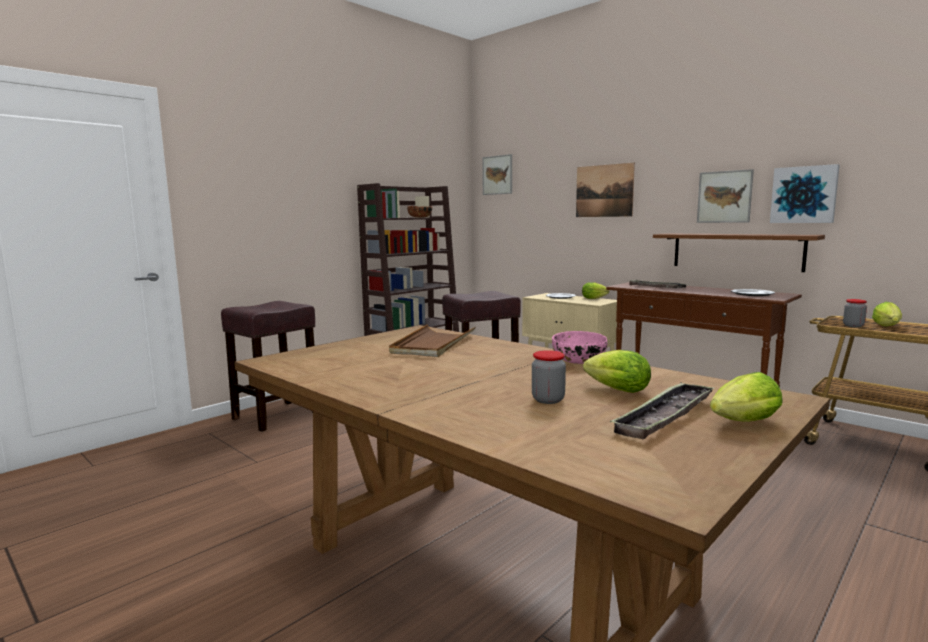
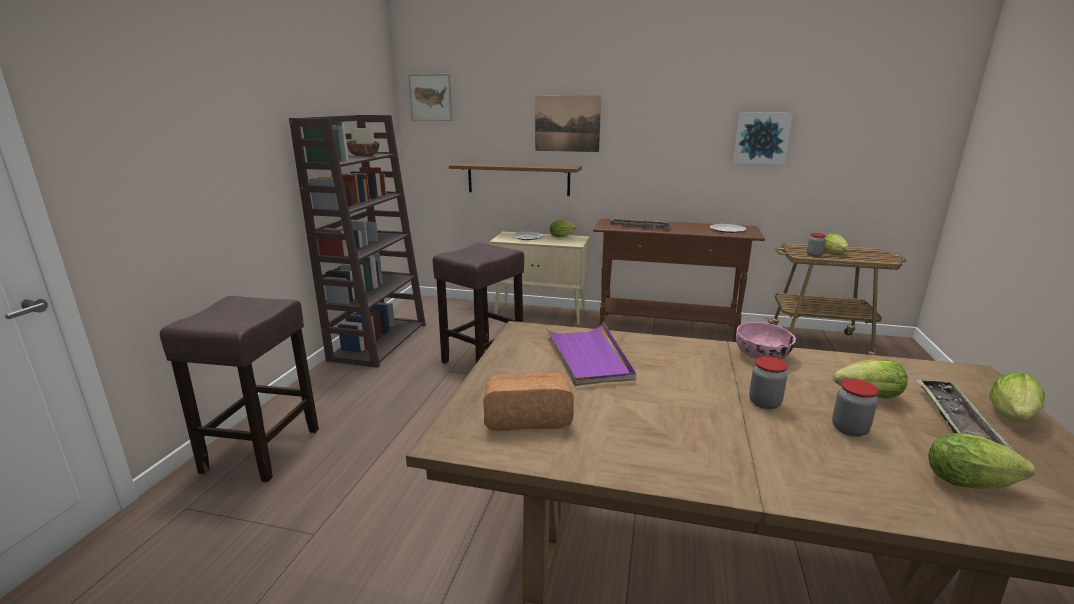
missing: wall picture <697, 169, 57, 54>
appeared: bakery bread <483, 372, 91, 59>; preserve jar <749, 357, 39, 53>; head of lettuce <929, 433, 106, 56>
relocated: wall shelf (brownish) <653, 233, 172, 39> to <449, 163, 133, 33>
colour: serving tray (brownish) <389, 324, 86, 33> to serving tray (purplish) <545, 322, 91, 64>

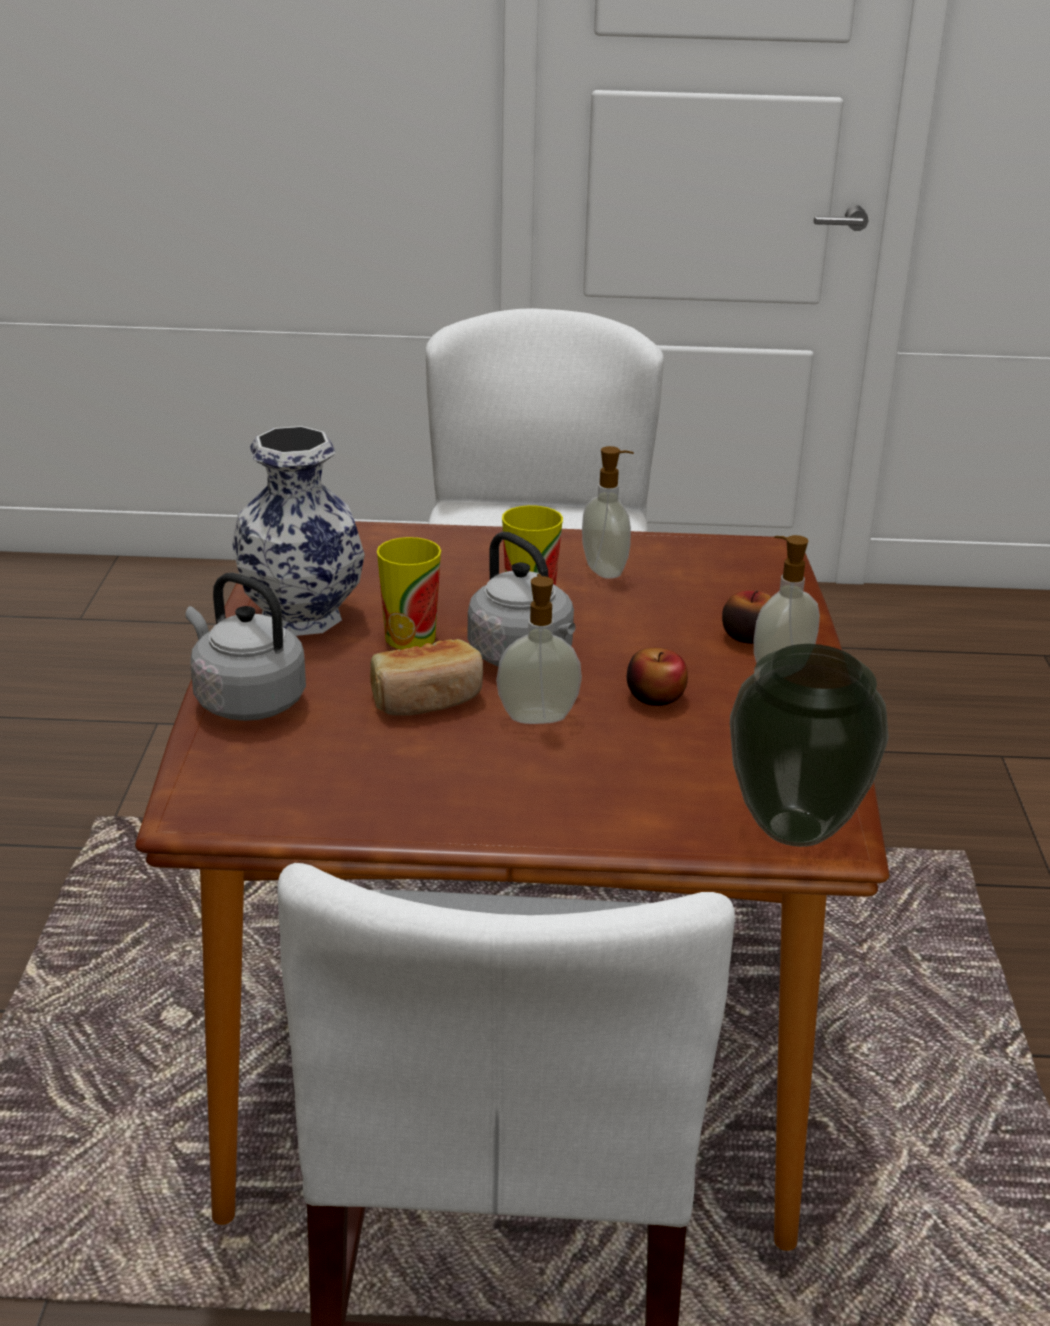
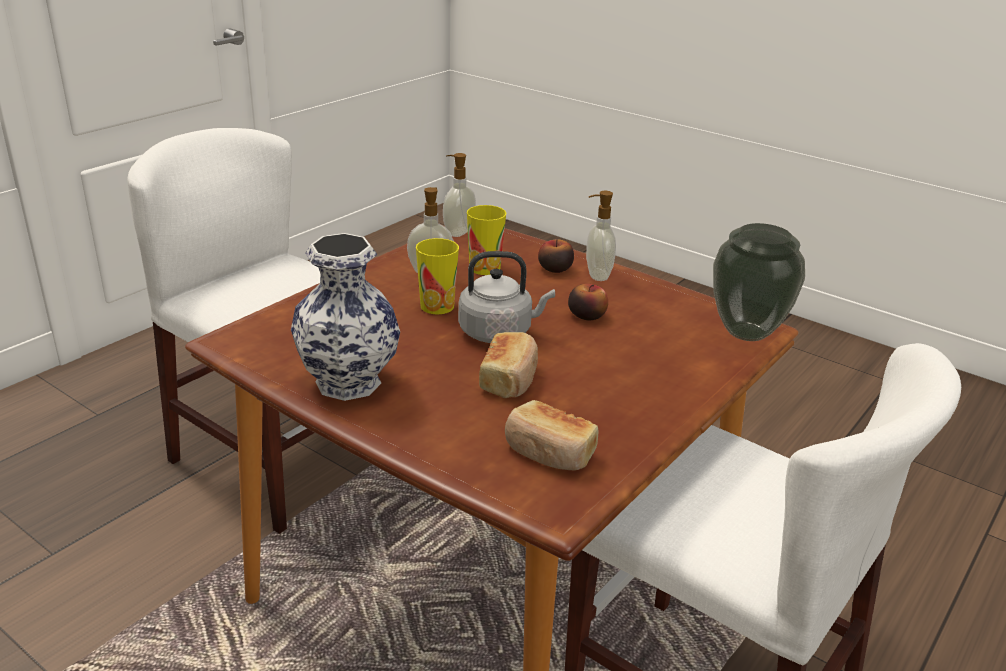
missing: tea kettle (greyish) <186, 573, 120, 148>
appeared: bakery bread <505, 400, 93, 70>
relocated: cup <377, 537, 64, 112> to <467, 205, 39, 70>; soap bottle <496, 574, 86, 150> to <443, 153, 33, 84>

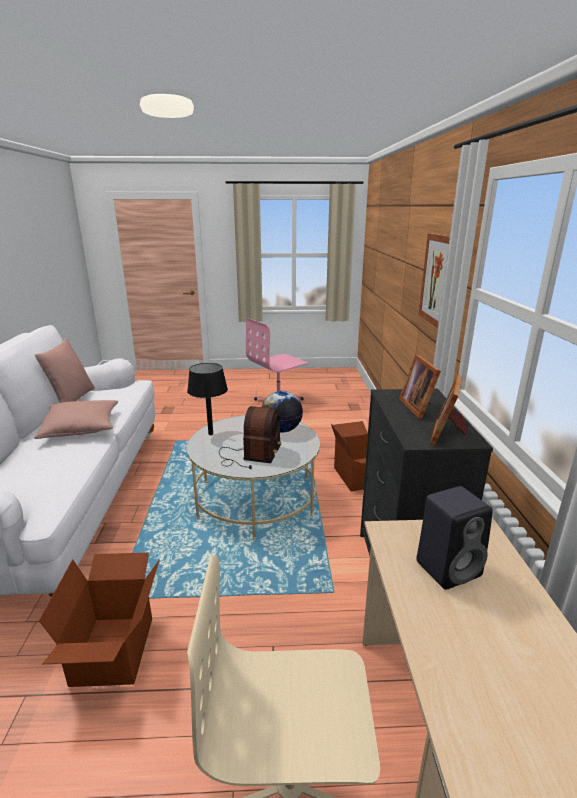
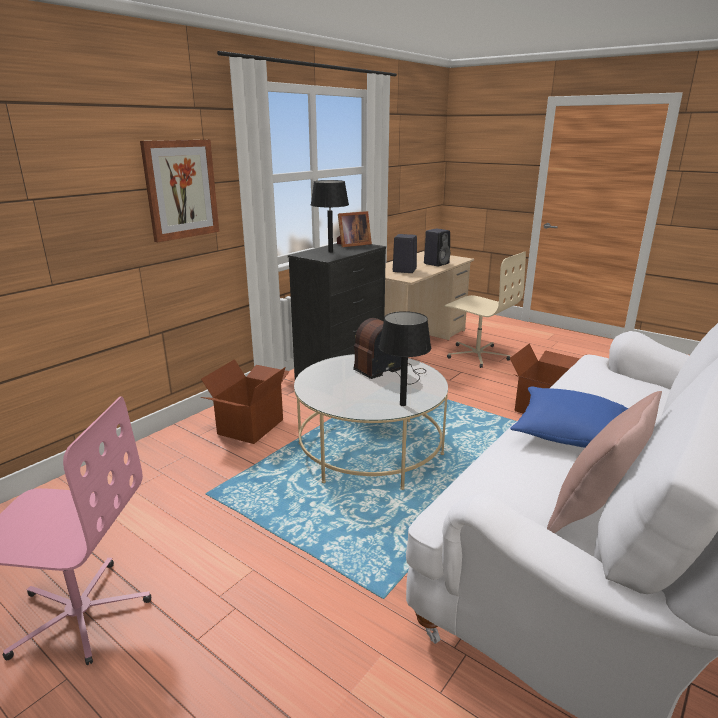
missing: desk globe <262, 391, 41, 42>
appeared: speaker (black) <424, 228, 26, 38>
exchanged: photo frame <399, 354, 42, 65> to tabletop lamp (black) <311, 180, 38, 73>
colour: cushion (pink) <34, 400, 84, 39> to cushion (bluish) <510, 387, 118, 61>

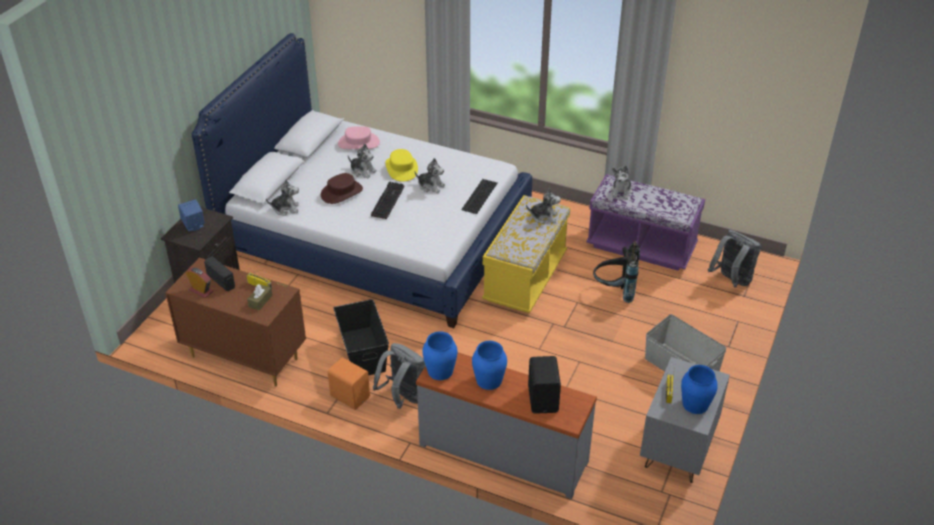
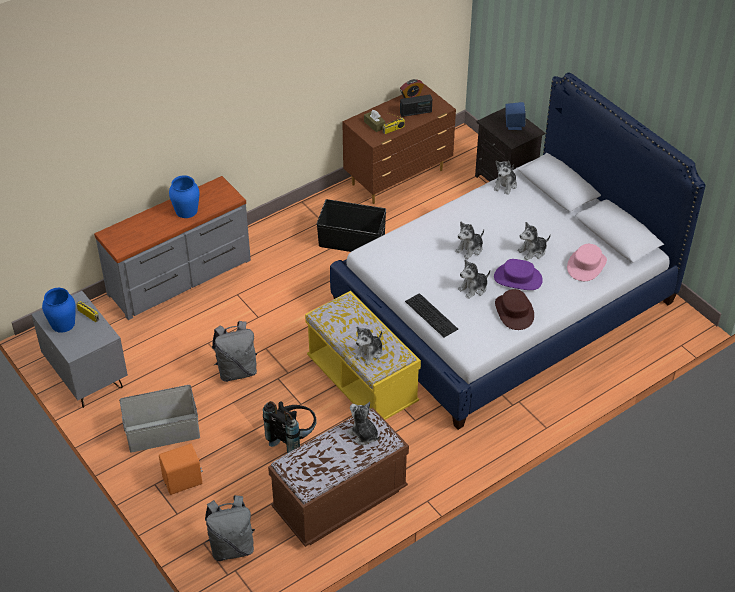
missing: flower vase (bluish) <422, 331, 36, 49>; speaker (black) <528, 356, 33, 58>
relocated: clothing hat (brownish) <321, 173, 42, 31> to <495, 289, 39, 41>; speaker (orange) <328, 358, 42, 52> to <159, 444, 44, 51>; backpack (greyish) <373, 343, 53, 66> to <212, 321, 45, 61>
exchanged: PC keyboard <371, 181, 33, 38> to cuddly toy <455, 221, 29, 38>
colour: clothing hat (yellowish) <385, 149, 33, 33> to clothing hat (purplish) <494, 259, 49, 31>; indoor bench (purplish) <586, 174, 119, 97> to indoor bench (brownish) <268, 408, 141, 139>

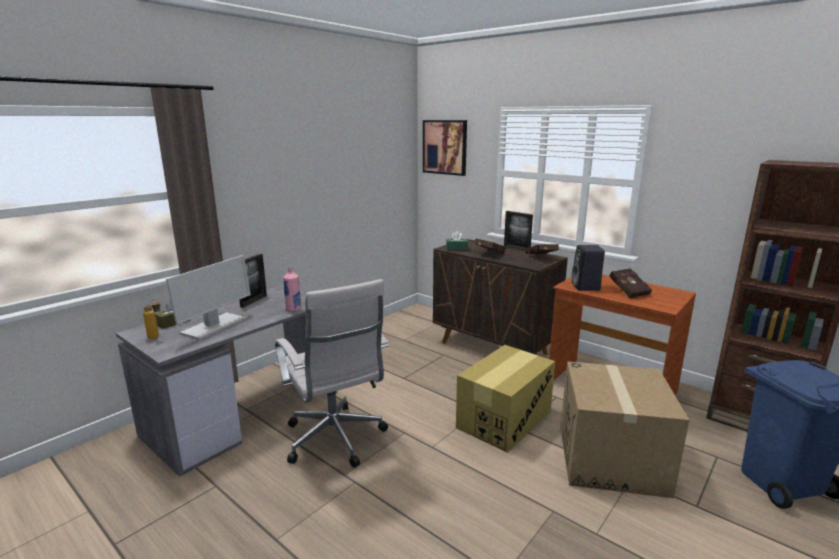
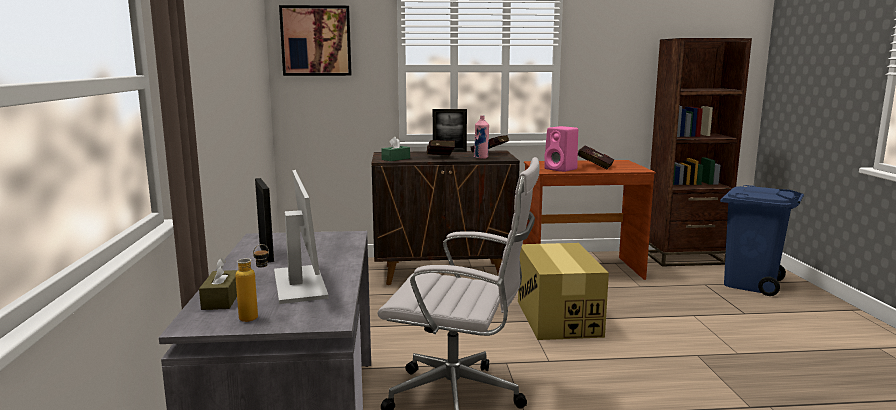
missing: packing box <560, 361, 129, 137>
relocated: beverage bottle (pink) <283, 267, 18, 45> to <474, 115, 15, 44>
colour: speaker (black) <572, 245, 33, 46> to speaker (pink) <544, 126, 34, 46>

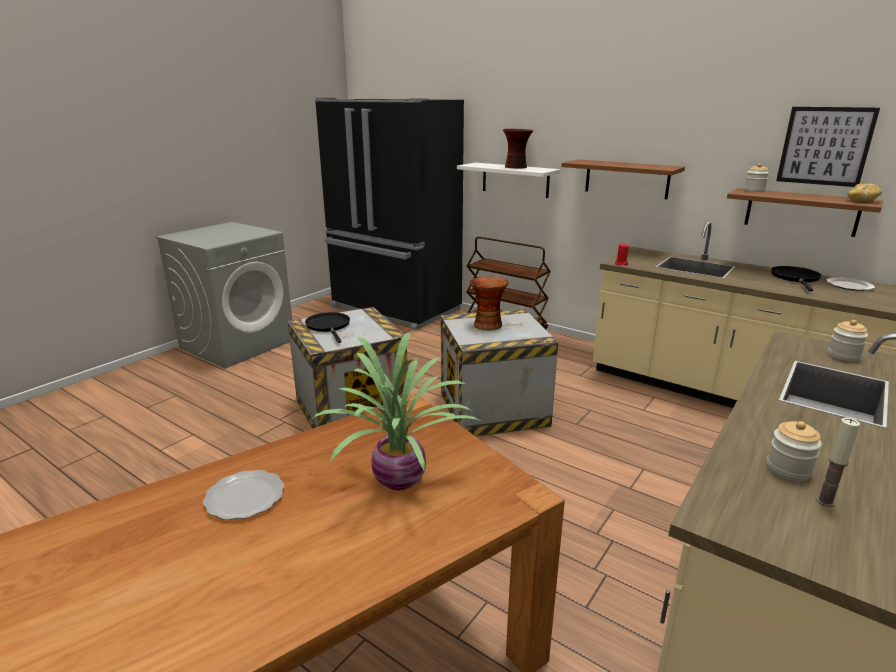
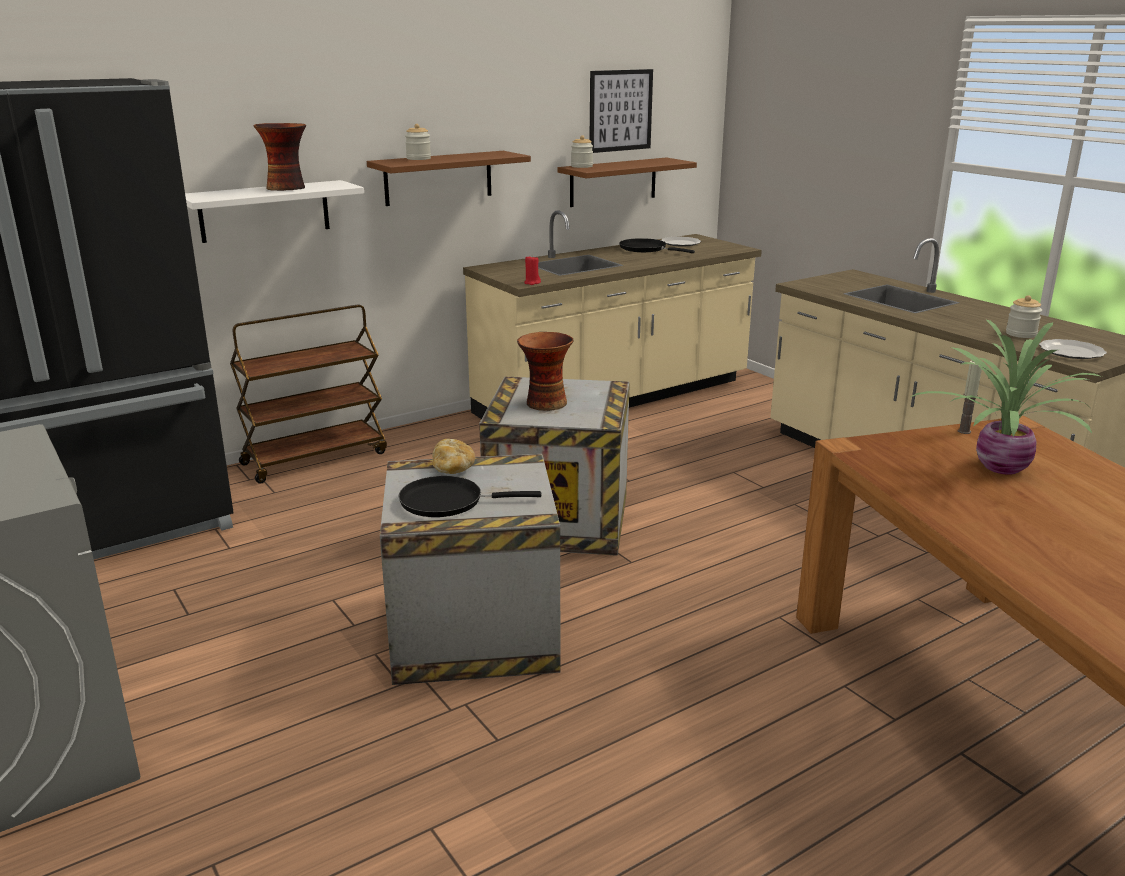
relocated: dinner plate <203, 470, 81, 50> to <1039, 339, 68, 20>; wax light <816, 418, 44, 89> to <958, 361, 24, 73>; preserve jar <828, 320, 40, 42> to <405, 124, 26, 36>; bakery bread <847, 183, 35, 19> to <432, 439, 43, 35>

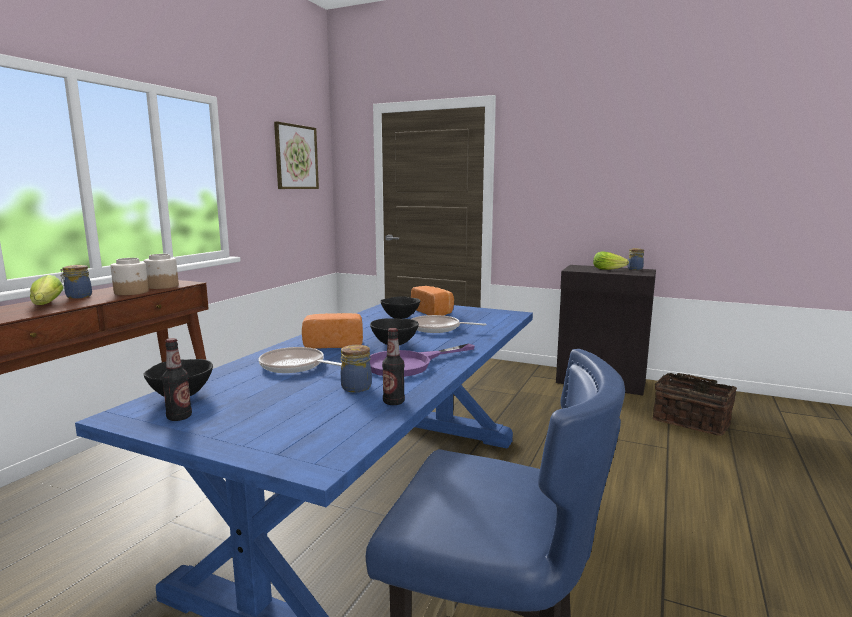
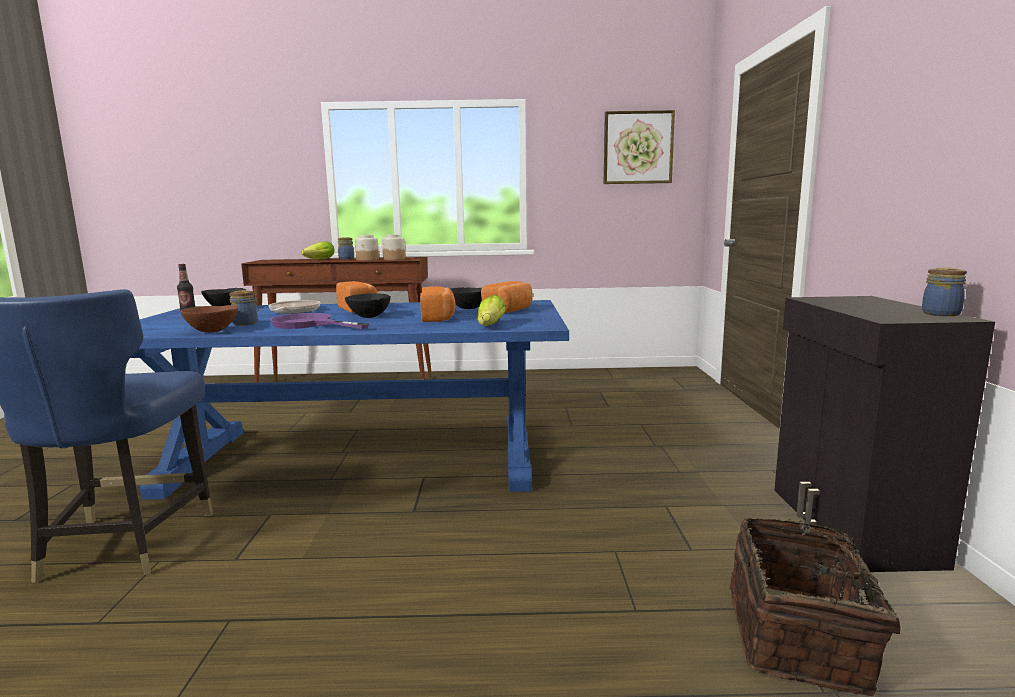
relocated: head of lettuce <593, 252, 36, 18> to <477, 295, 29, 31>
exchanged: beverage bottle <382, 328, 23, 77> to deep dish (brownish) <180, 305, 58, 27>; skillet <412, 315, 74, 18> to bakery bread <420, 286, 36, 36>

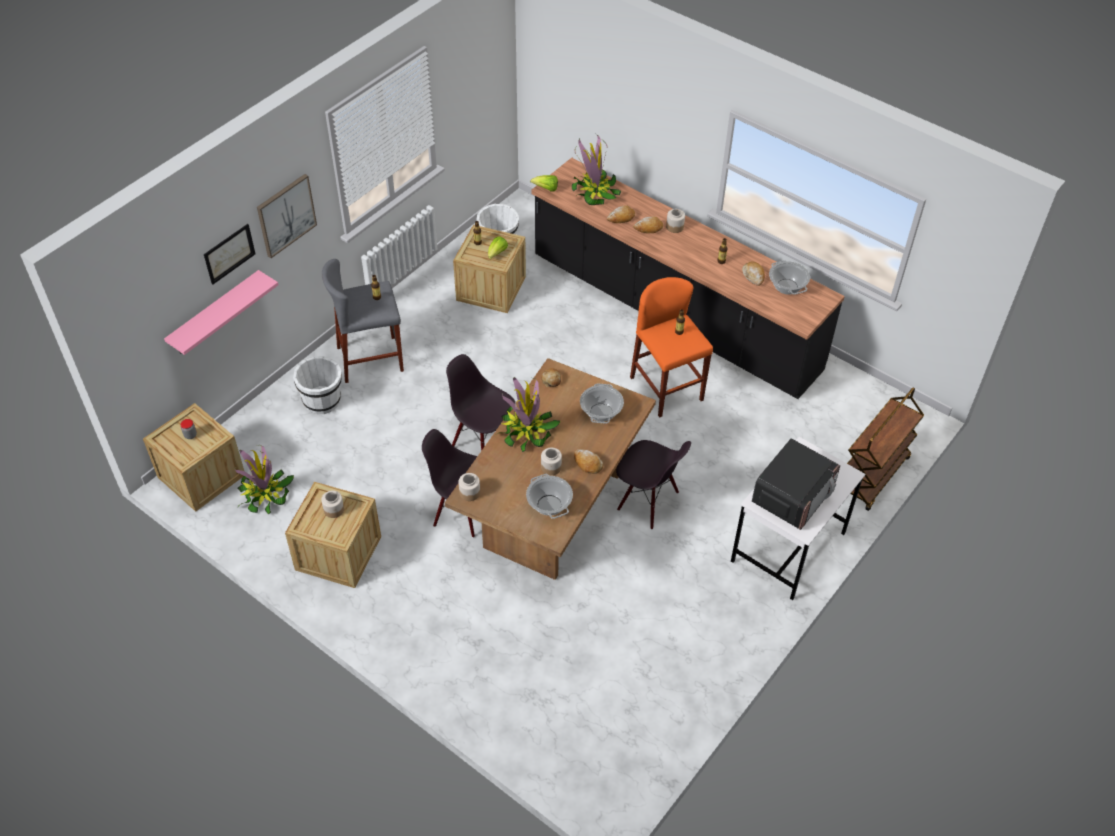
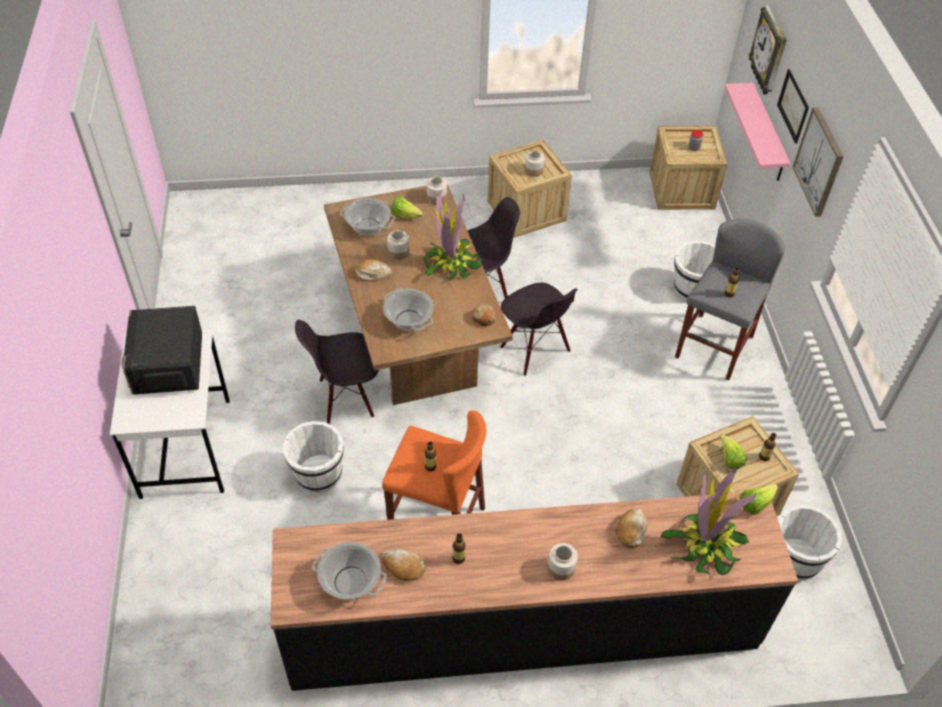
missing: houseplant <234, 445, 60, 70>; bakery bread <633, 216, 30, 17>; trolley (brownish) <847, 388, 77, 123>
appeared: bucket (white-coloured) <282, 421, 62, 72>; head of lettuce <391, 196, 33, 23>; wall clock <749, 5, 38, 89>
spun: plain chair (black) <446, 354, 69, 97> = <500, 283, 78, 93> 60 degrees clockwise

